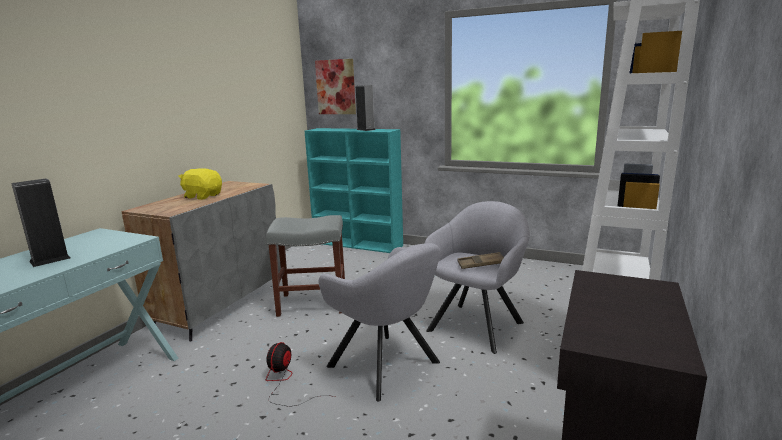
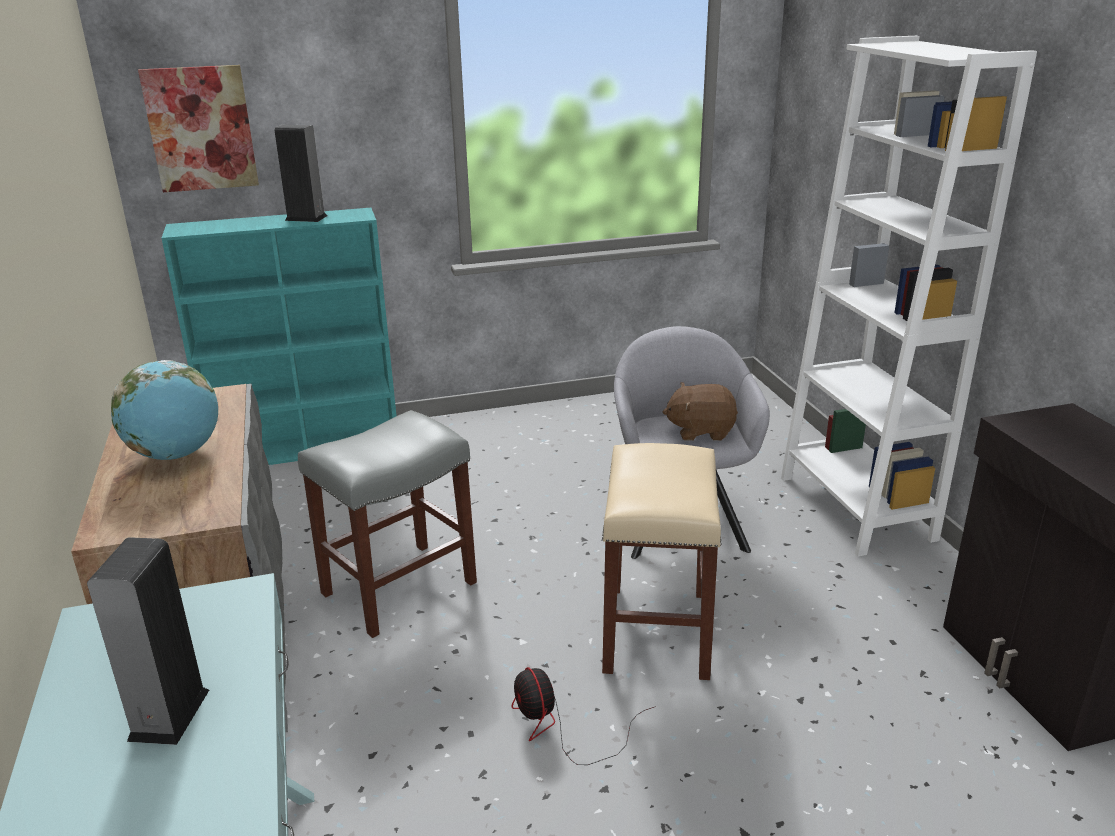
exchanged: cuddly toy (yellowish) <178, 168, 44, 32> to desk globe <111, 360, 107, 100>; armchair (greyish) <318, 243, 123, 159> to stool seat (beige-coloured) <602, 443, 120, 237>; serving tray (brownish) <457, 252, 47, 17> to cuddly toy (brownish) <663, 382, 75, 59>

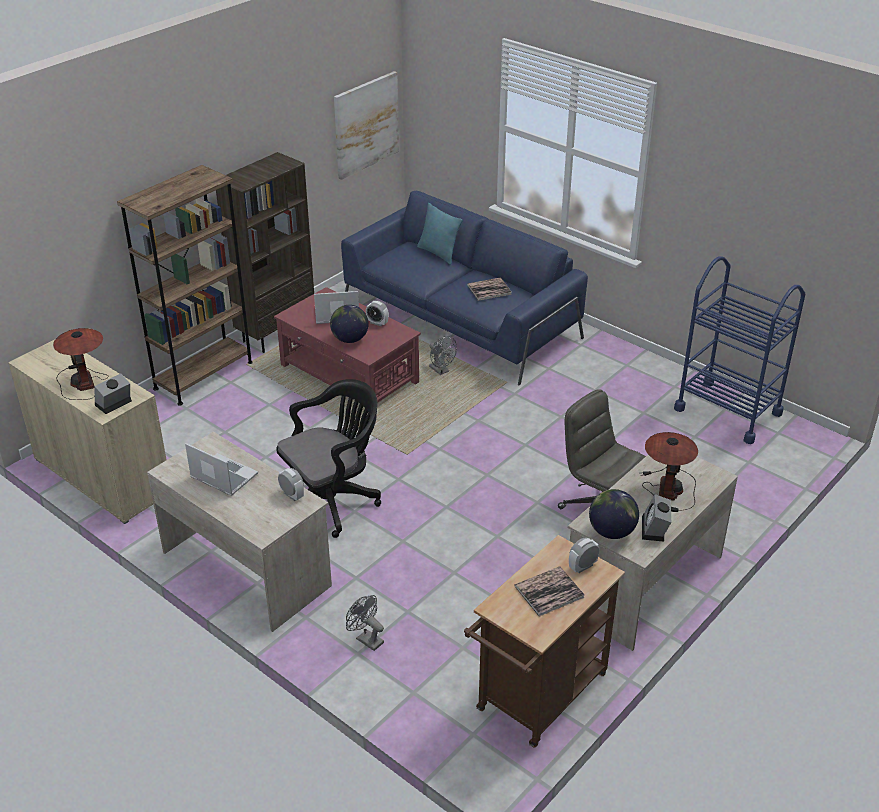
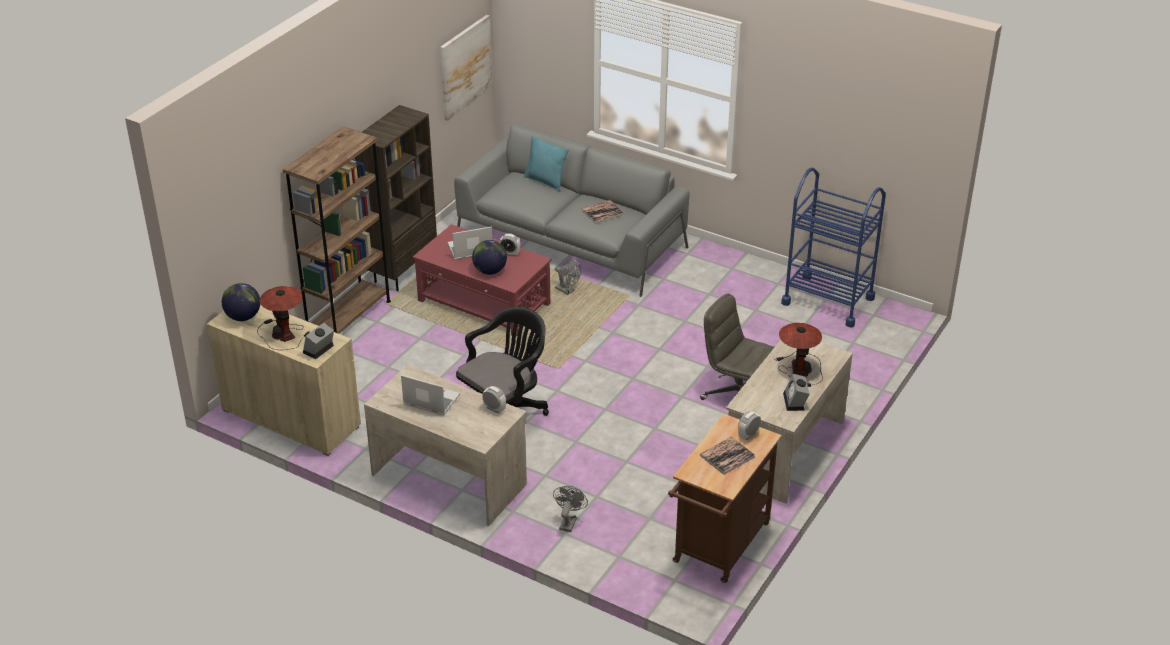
relocated: desk globe <589, 489, 50, 50> to <222, 283, 38, 38>
colour: couch (bluish) <341, 191, 247, 194> to couch (greyish) <454, 124, 236, 173>
spun: fan (greyish) <346, 595, 38, 56> = <553, 486, 35, 46> 75 degrees clockwise

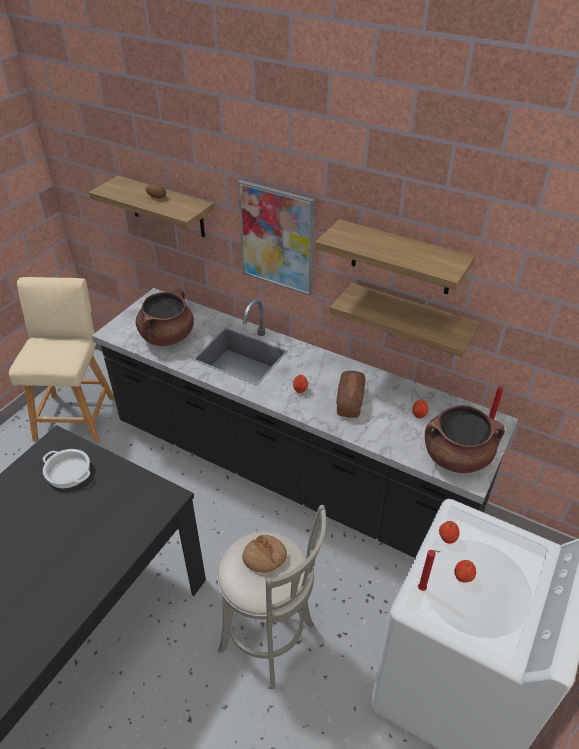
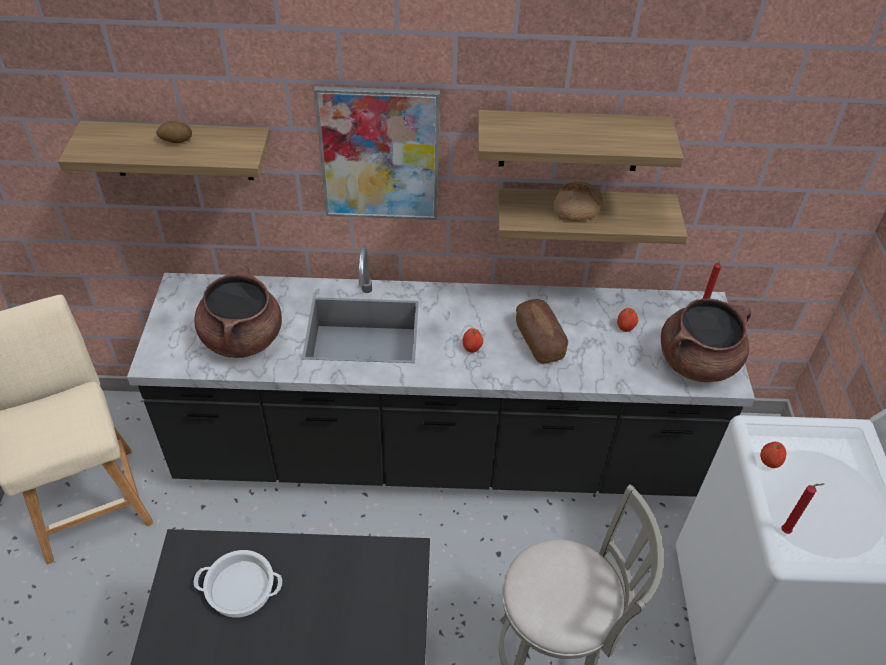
missing: apple <454, 560, 22, 23>
relocated: bakery bread <242, 535, 45, 38> to <554, 181, 49, 40>

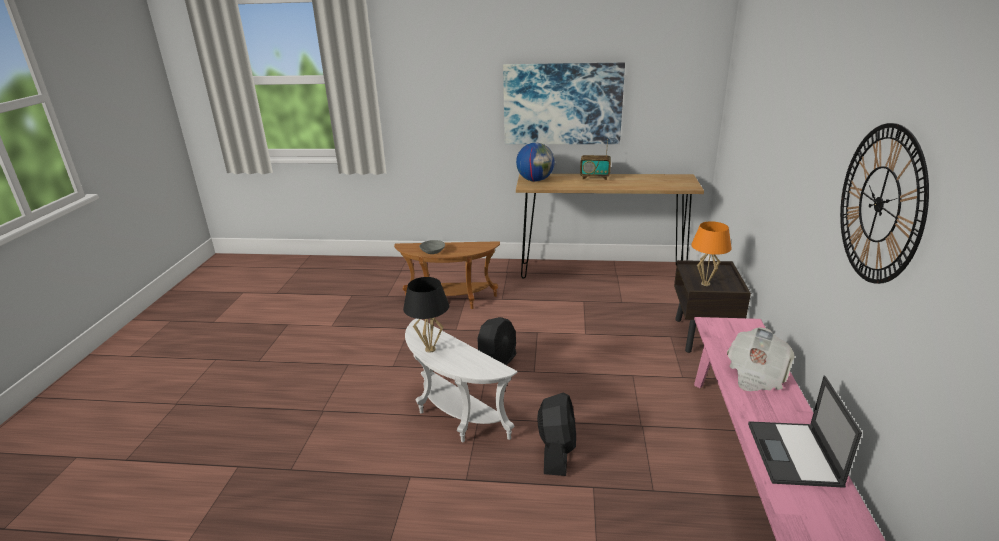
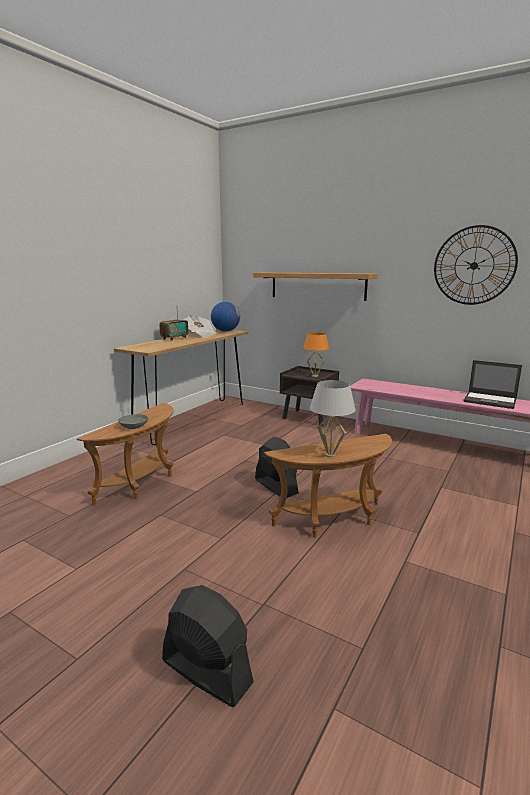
missing: wall picture <503, 62, 122, 82>
appeared: wall shelf <253, 273, 125, 28>
relocated: desk globe <516, 143, 39, 39> to <211, 302, 29, 30>; fan (black) <537, 393, 39, 83> to <162, 585, 92, 122>; printed paper <727, 327, 68, 64> to <184, 315, 33, 23>
colour: tabletop lamp (black) <403, 277, 46, 76> to tabletop lamp (white-coloured) <310, 380, 45, 77>; side table (white-coloured) <405, 319, 113, 123> to side table (brownish) <264, 434, 128, 104>

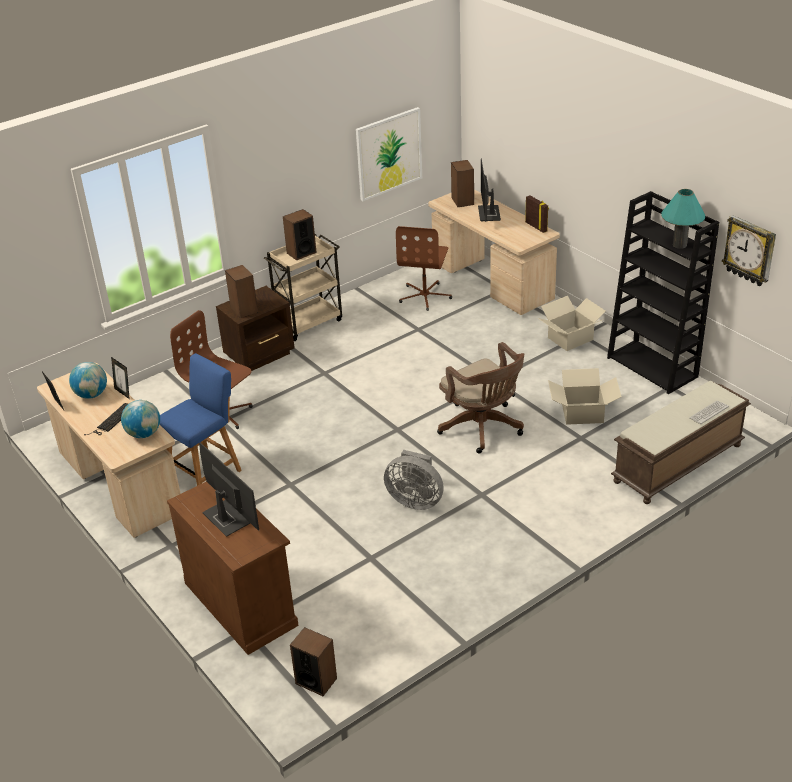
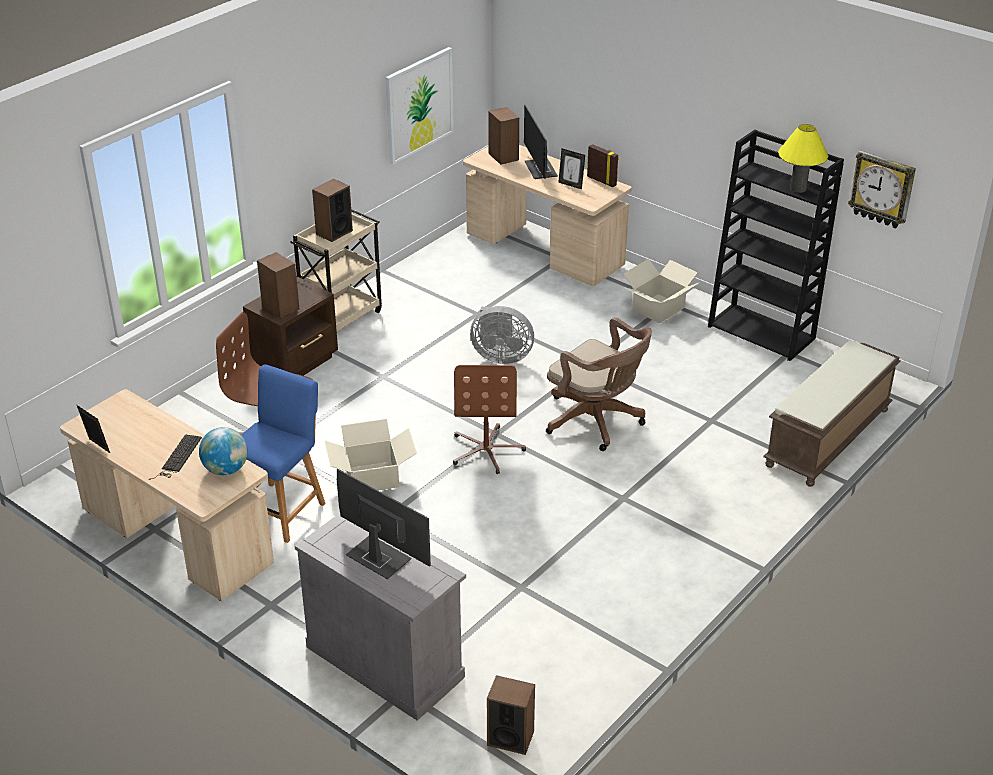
missing: desk globe <69, 362, 38, 37>; PC keyboard <689, 401, 40, 23>
relocated: photo frame <111, 357, 19, 42> to <558, 149, 27, 40>; fan (greyish) <384, 450, 60, 60> to <470, 306, 64, 58>; office chair (brownish) <396, 226, 56, 85> to <453, 365, 73, 109>; packing box <548, 368, 74, 57> to <325, 419, 92, 71>
colour: cabinet (brownish) <167, 481, 131, 174> to cabinet (greyish) <294, 513, 172, 208>; tabletop lamp (turquoise-coloured) <661, 189, 44, 60> to tabletop lamp (yellowish) <778, 124, 50, 69>

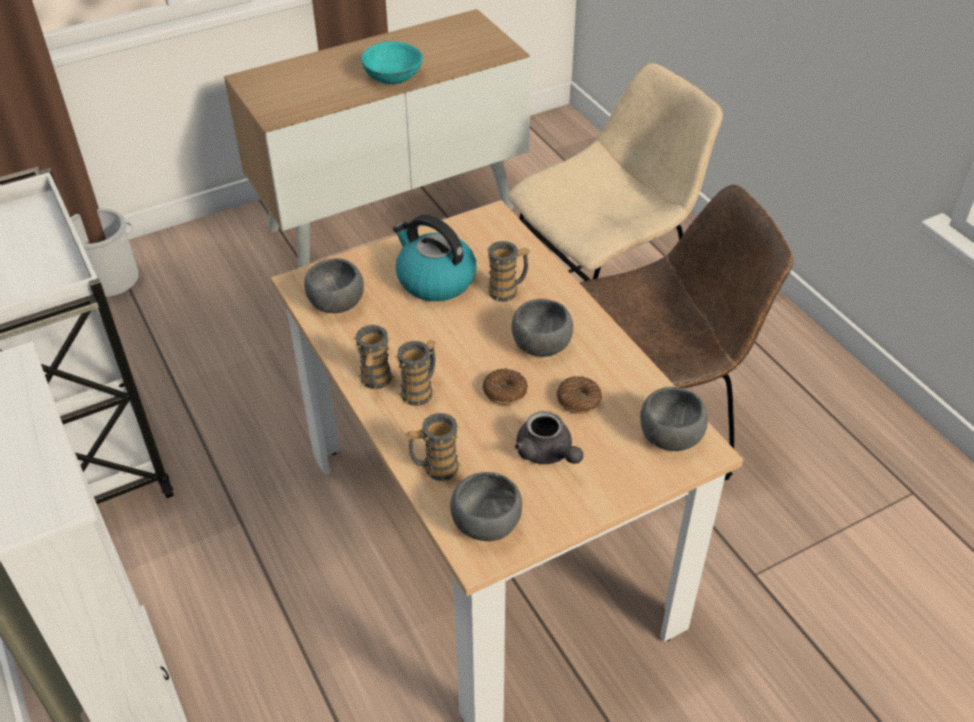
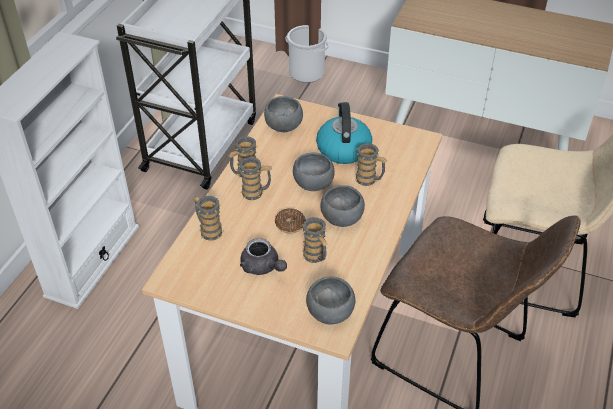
missing: deep dish (turquoise-coloured) <361, 41, 62, 43>
relocated: deep dish (greyish) <450, 472, 72, 69> to <293, 153, 41, 38>
exchanged: donut <557, 376, 45, 38> to mug <301, 217, 27, 46>
spun: tea pot (greyish) <515, 411, 68, 53> = <240, 238, 47, 37> 60 degrees counterclockwise

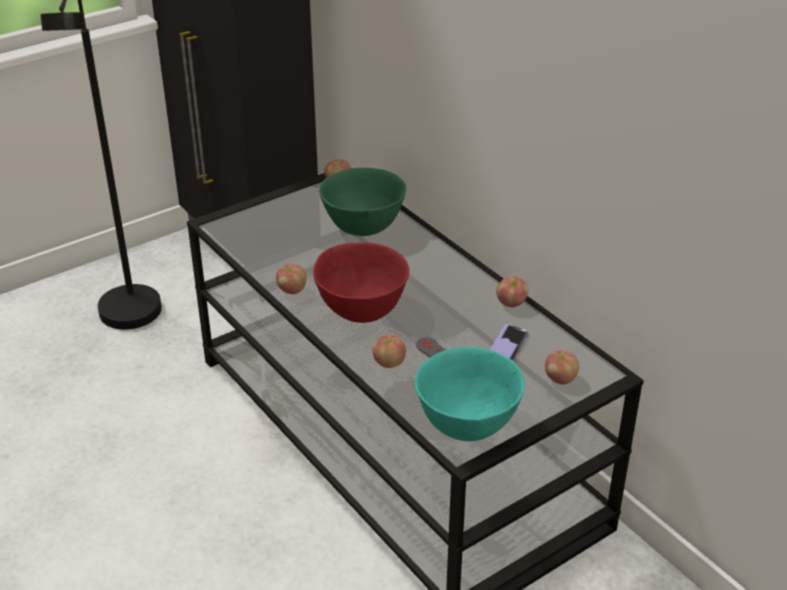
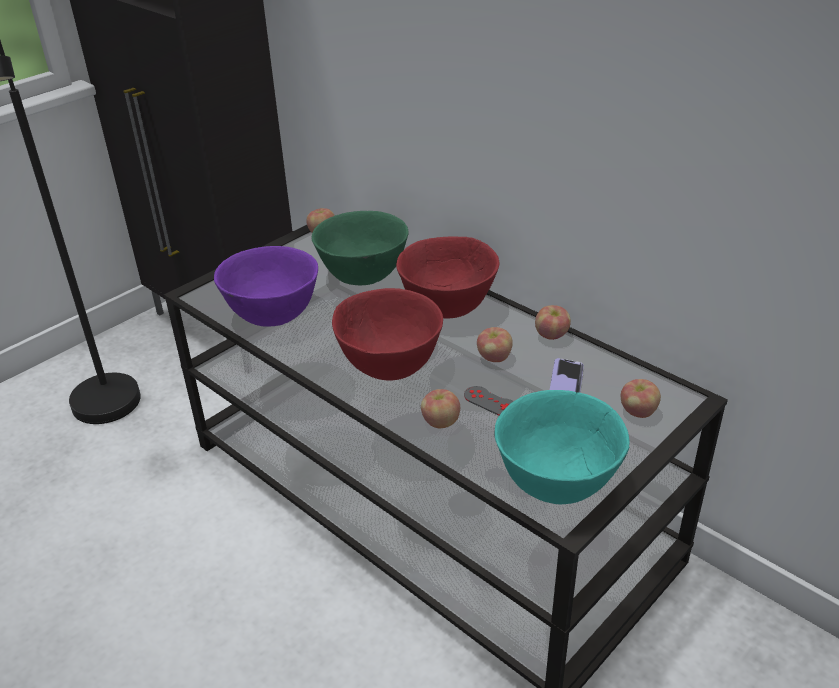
appeared: deep dish (purplish) <214, 246, 104, 81>; deep dish (red) <396, 236, 104, 82>
relocated: apple <276, 264, 31, 30> to <477, 327, 36, 35>

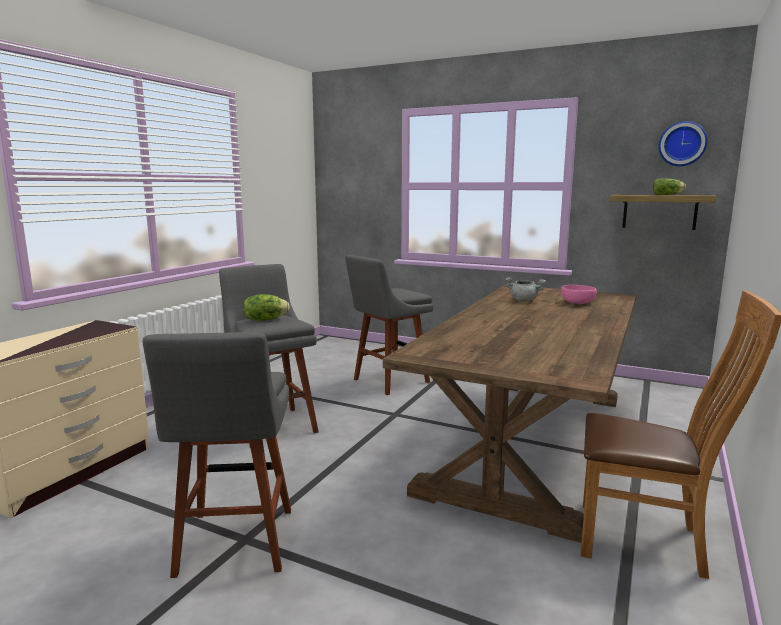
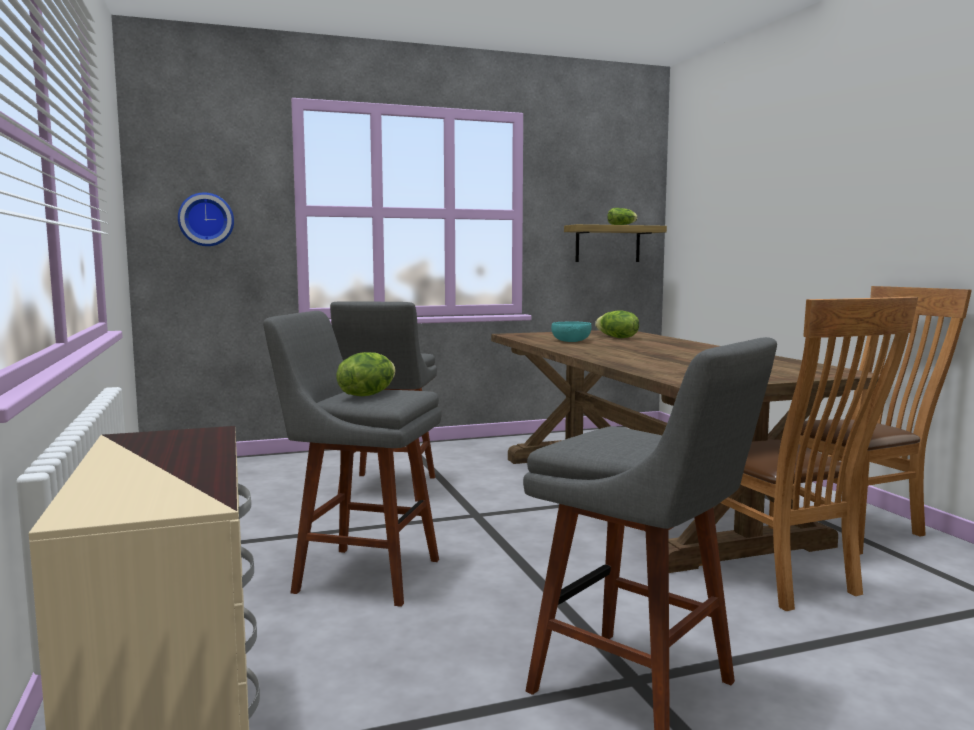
appeared: plain chair (brownish) <694, 297, 224, 314>
relocated: wall clock <658, 121, 50, 45> to <178, 192, 56, 54>
exchanged: saucepot (greyish) <505, 277, 41, 24> to deep dish (turquoise-coloured) <551, 321, 41, 21>; deep dish (pink) <561, 285, 36, 19> to head of lettuce <595, 310, 44, 28>

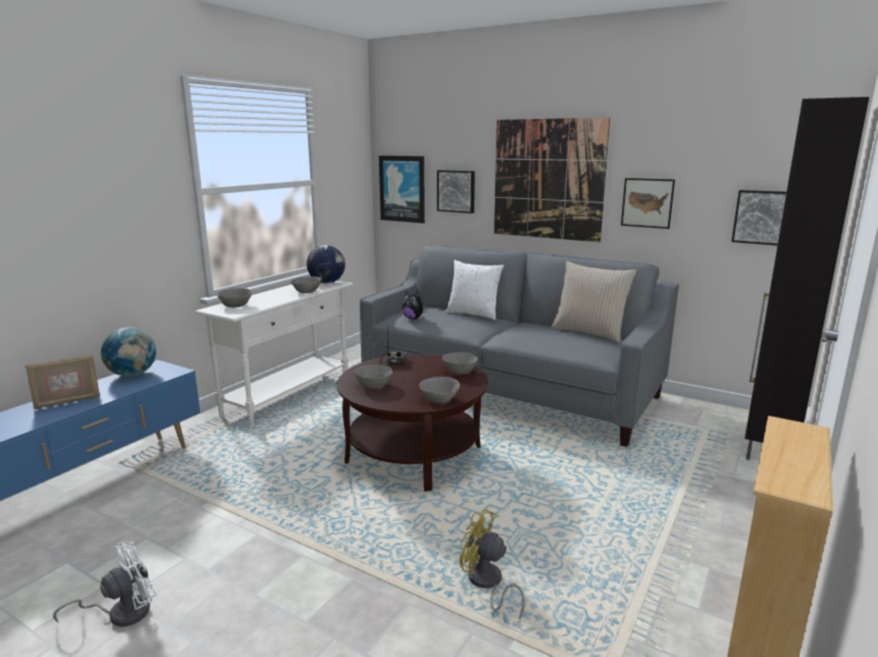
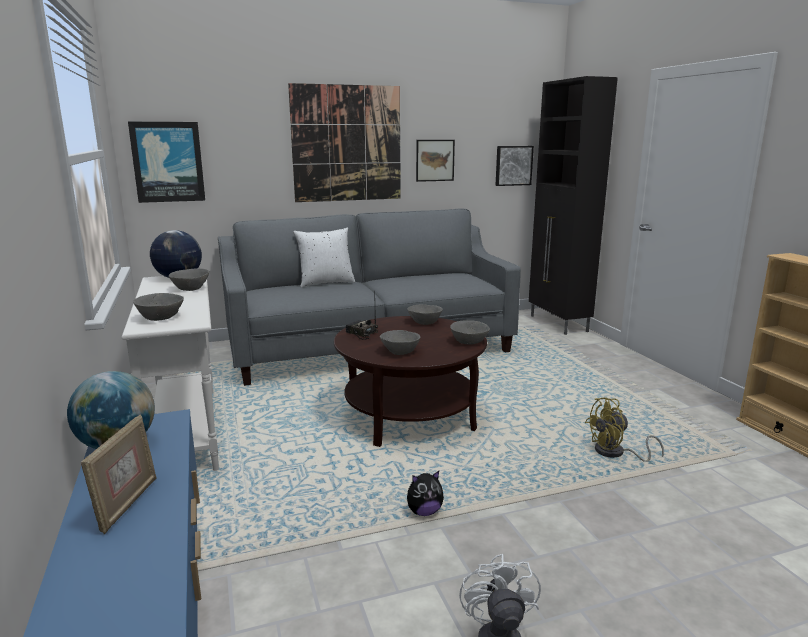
missing: wall picture <437, 170, 38, 43>; cushion (beige-coloured) <551, 262, 86, 81>
relocated: cuddly toy <402, 291, 25, 28> to <407, 471, 37, 45>

